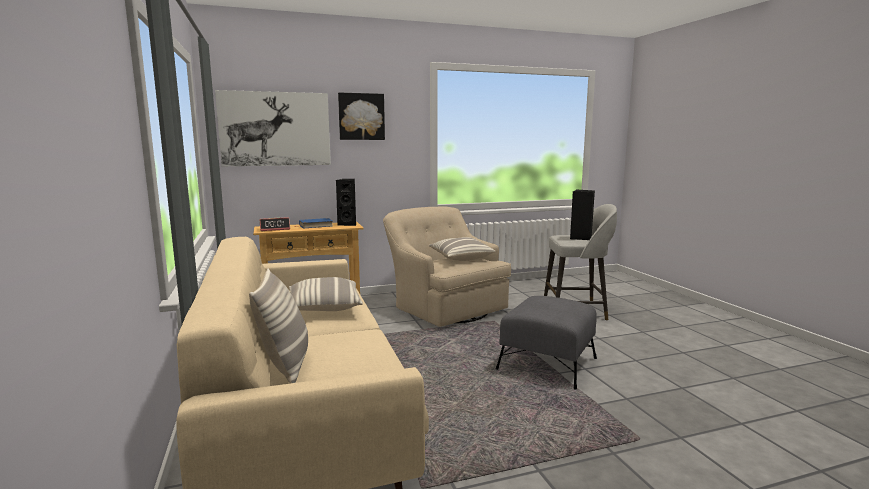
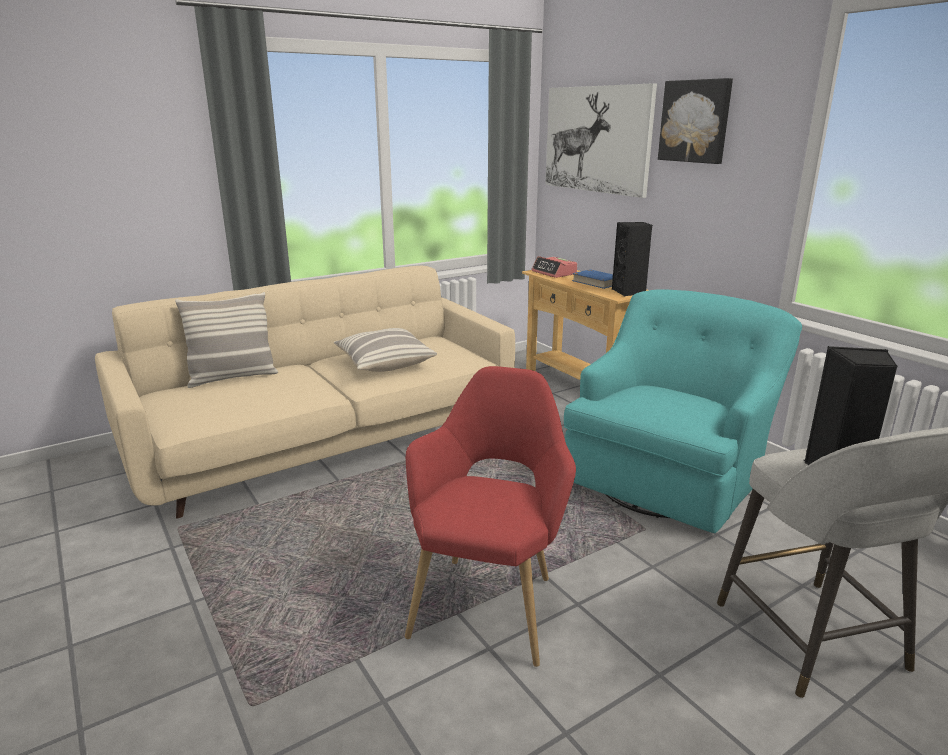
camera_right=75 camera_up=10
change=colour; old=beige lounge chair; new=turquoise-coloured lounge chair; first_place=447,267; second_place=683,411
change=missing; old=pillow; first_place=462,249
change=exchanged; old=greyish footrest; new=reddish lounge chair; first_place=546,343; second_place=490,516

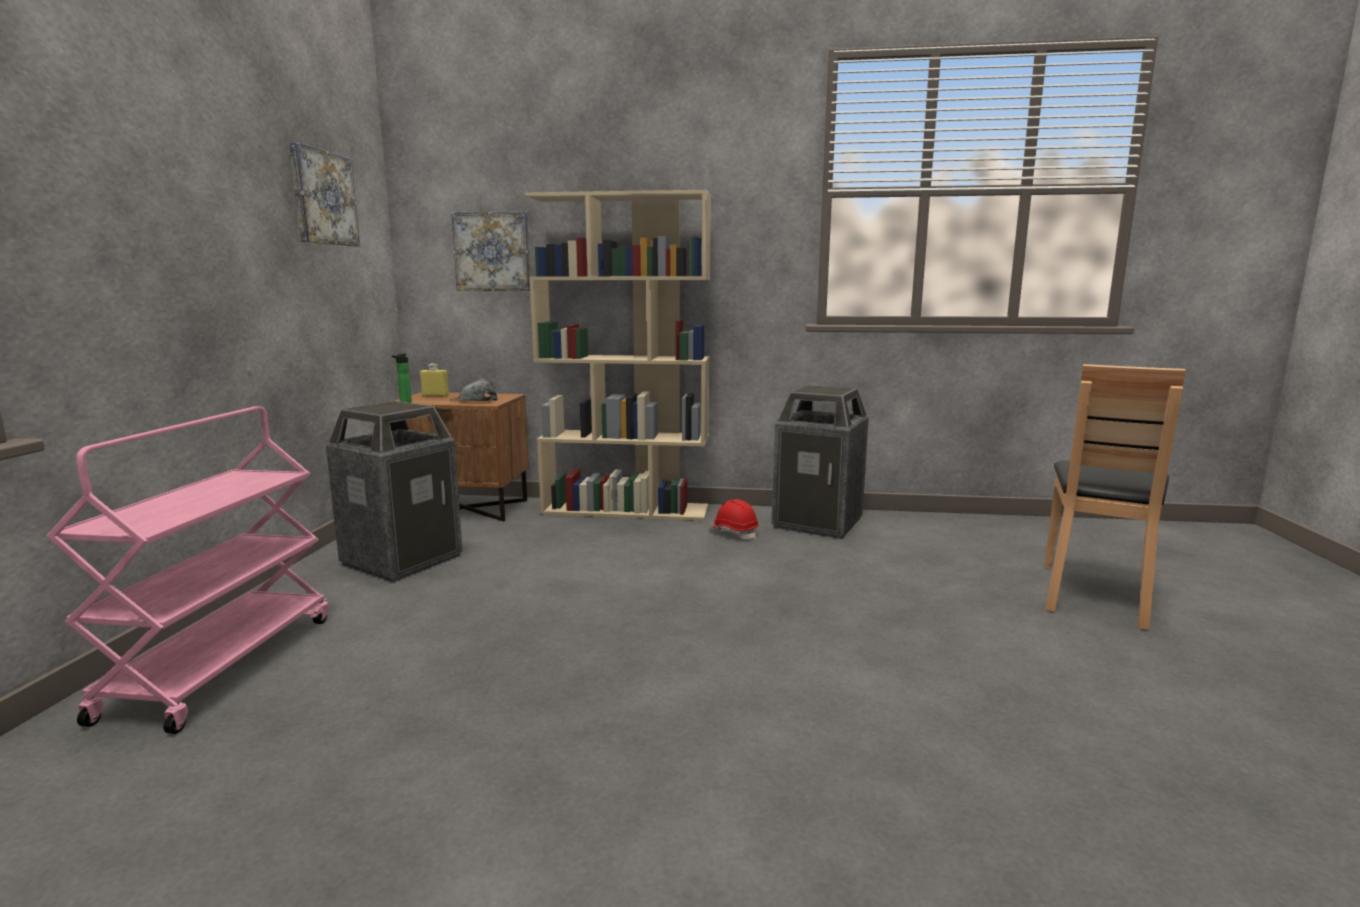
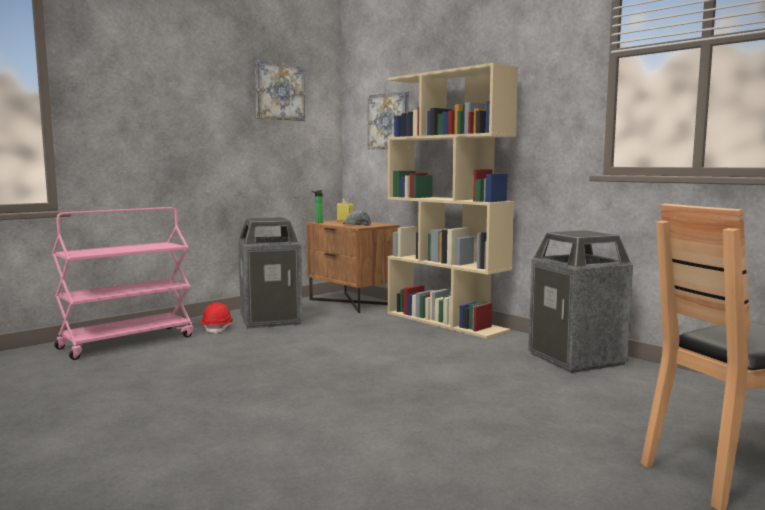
camera_right=40 camera_up=-5
change=relocated; old=reddish work helmet; first_place=734,519; second_place=217,318

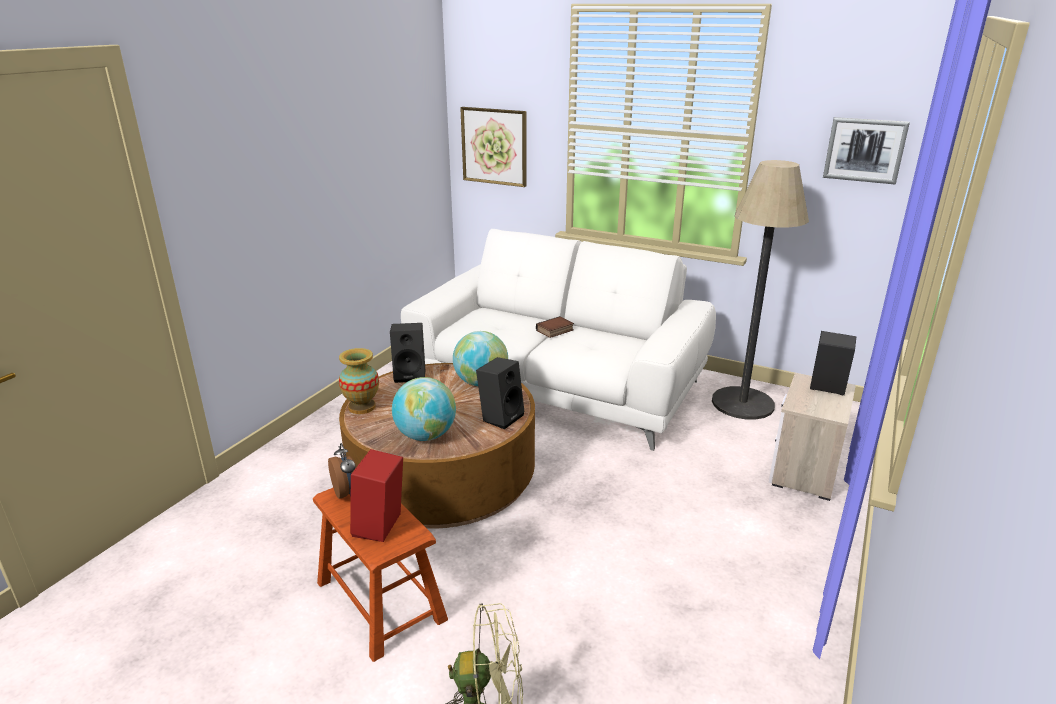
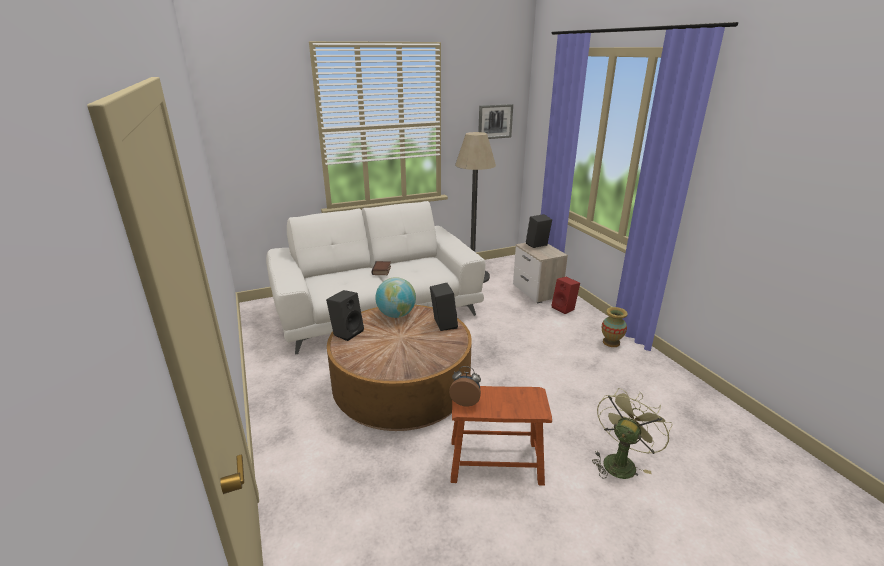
camera_right=-50 camera_up=0
change=missing; old=picture; first_place=493,147
change=relocated; old=decorative vase; first_place=359,381; second_place=615,327
change=missing; old=desk globe; first_place=424,409
change=relocated; old=reddish loudspeaker; first_place=376,495; second_place=565,295

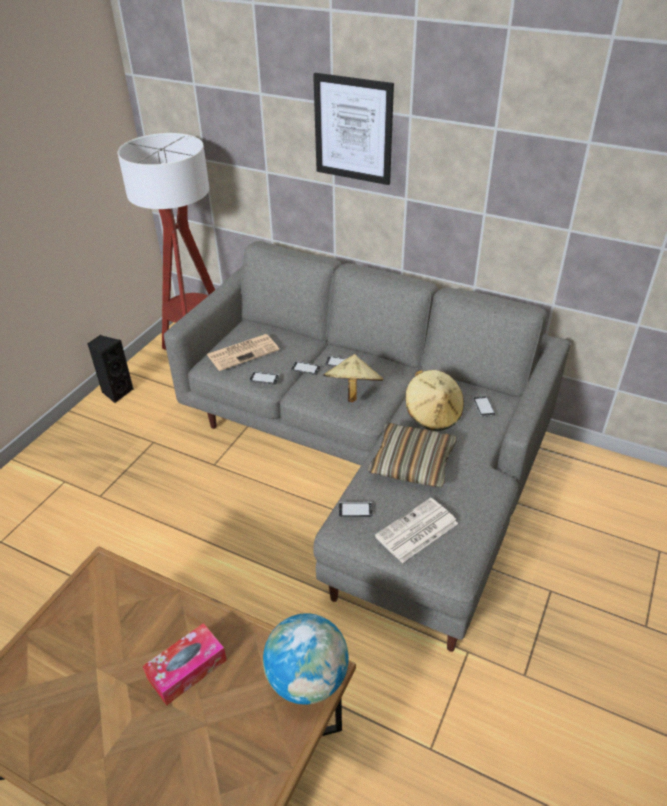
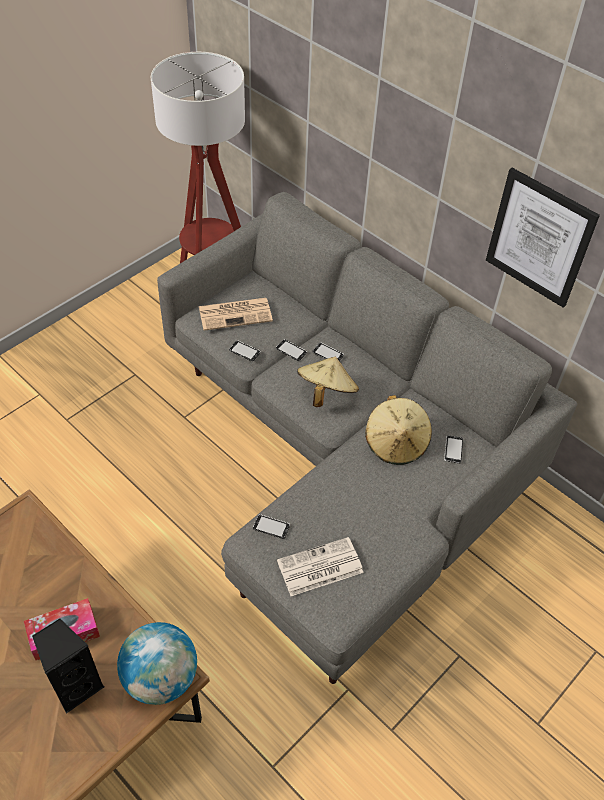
camera_right=15 camera_up=10
change=relocated; old=picture; first_place=353,129; second_place=543,238
change=relocated; old=blackish loudspeaker; first_place=110,369; second_place=68,666
change=missing; old=pillow; first_place=412,455

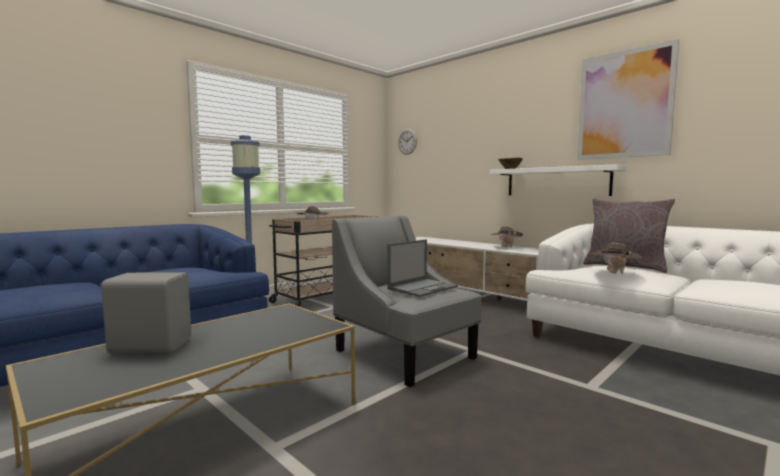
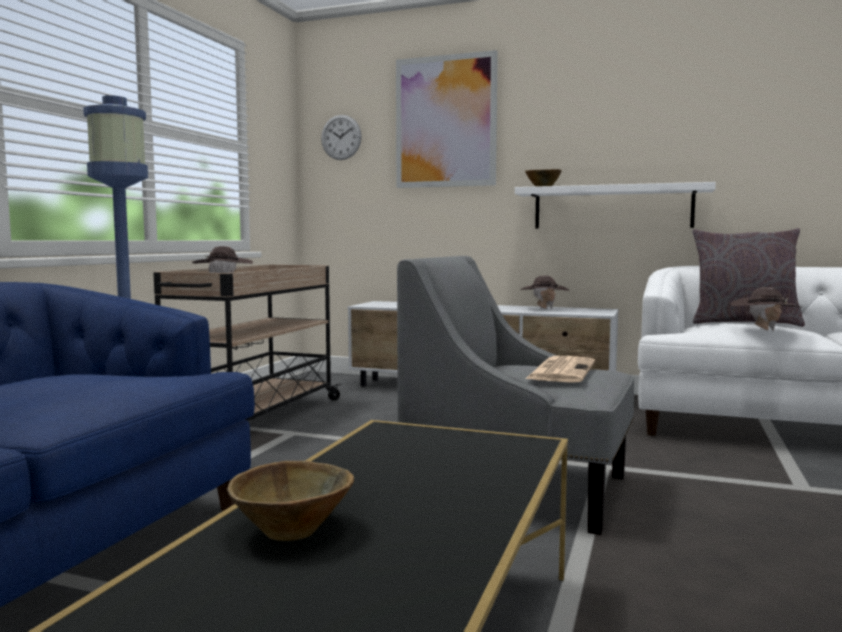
camera_right=-25 camera_up=0
change=relocated; old=picture; first_place=628,99; second_place=447,119
change=exchanged; old=portable computer; new=daily paper; first_place=422,268; second_place=560,369
change=exchanged; old=greyish loudspeaker; new=brownish deep dish; first_place=146,313; second_place=290,501

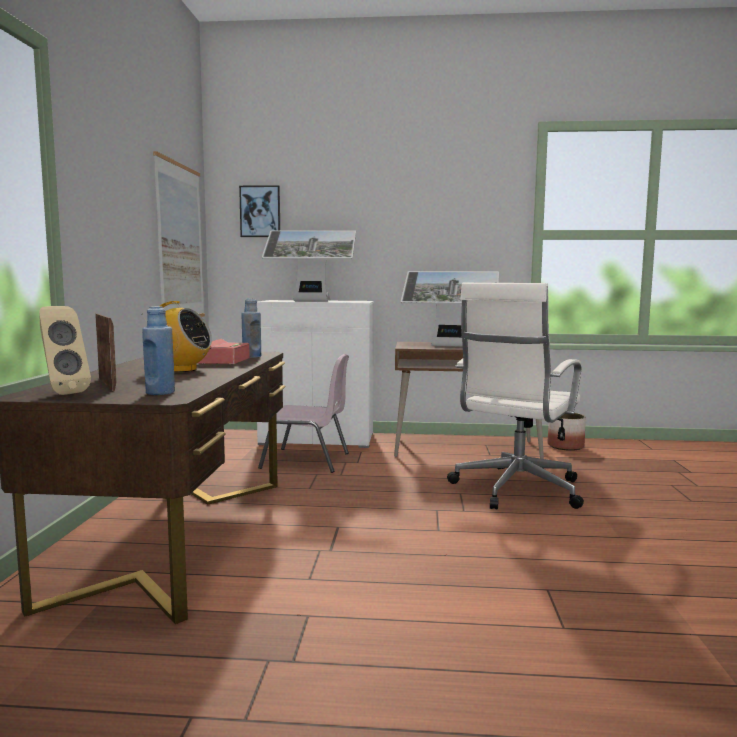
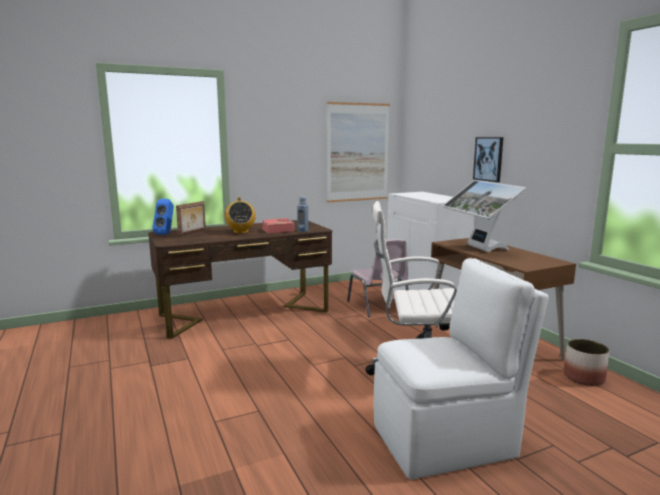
camera_right=60 camera_up=5
change=relocated; old=picture; first_place=259,211; second_place=488,159
change=missing; old=computer screen; first_place=309,265
change=colour; old=beige loudspeaker; new=bluish loudspeaker; first_place=65,350; second_place=163,217
change=missing; old=bluish beverage bottle; first_place=158,350
change=appeared; new=whitish plain chair; second_place=461,369

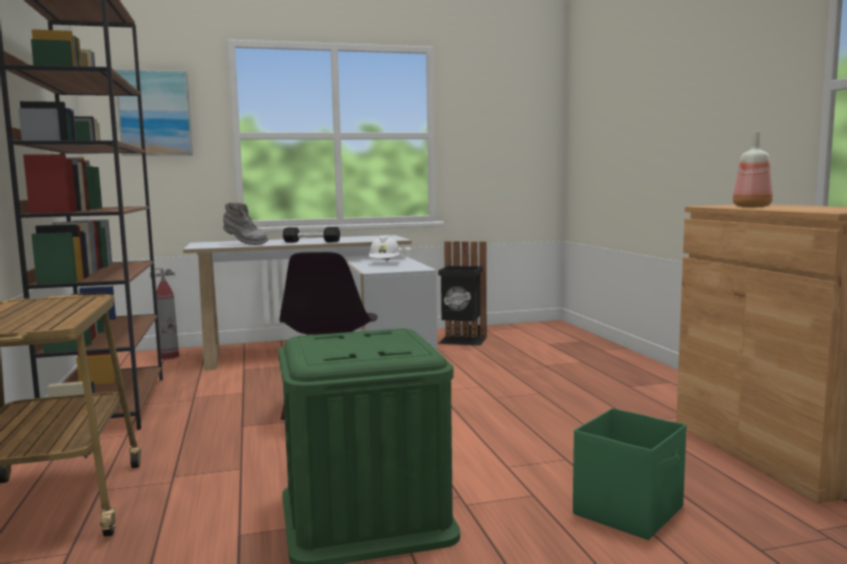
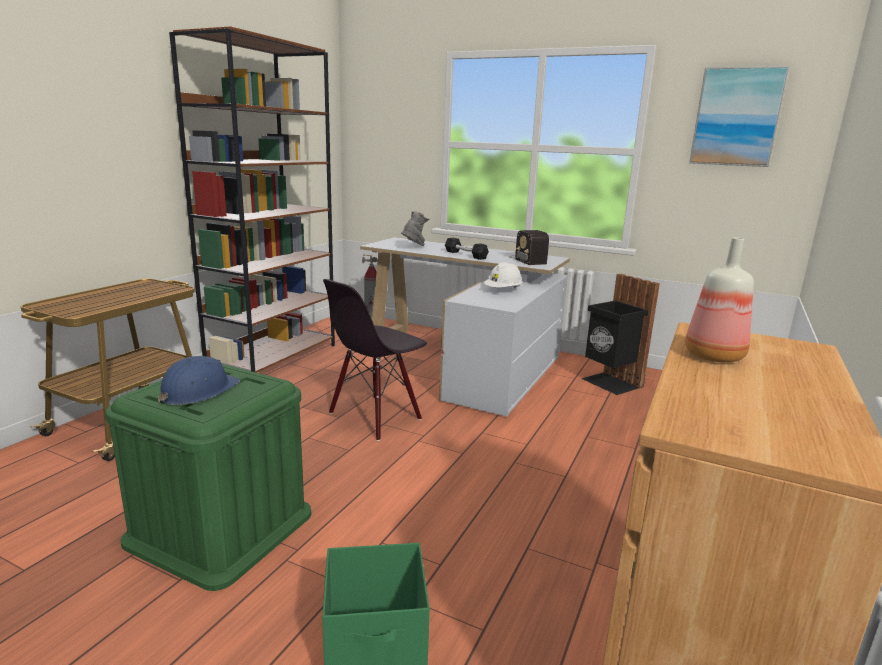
camera_right=40 camera_up=10
change=relocated; old=picture; first_place=154,112; second_place=739,116
change=spun; old=greyish tall boot; first_place=245,223; second_place=415,228; degrees=-135
change=appeared; new=radio set; second_place=528,247
change=appeared; new=bluish work helmet; second_place=199,380

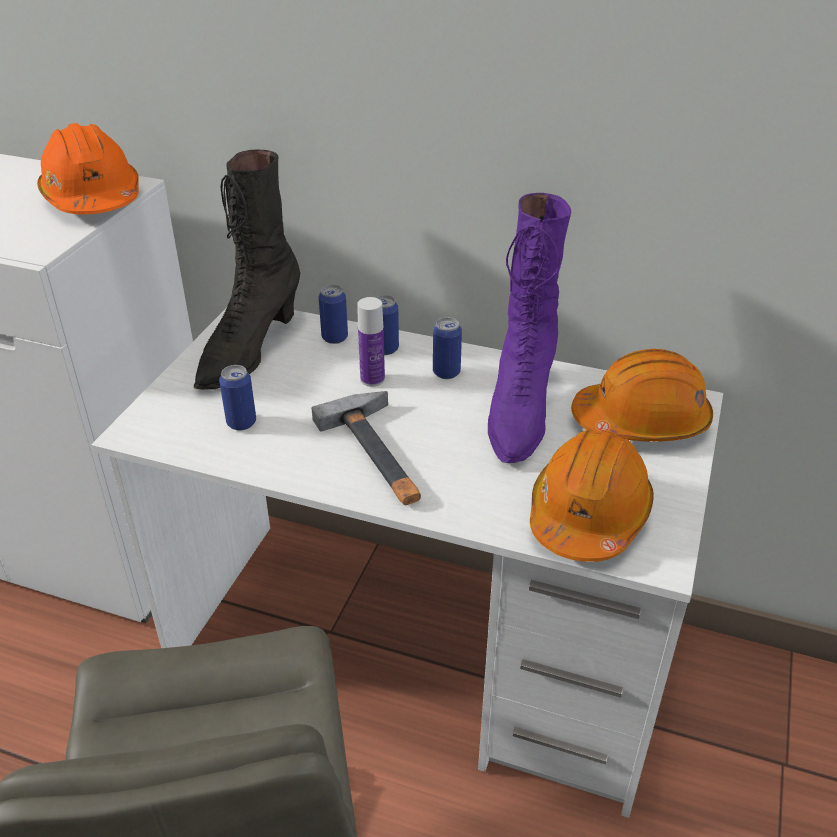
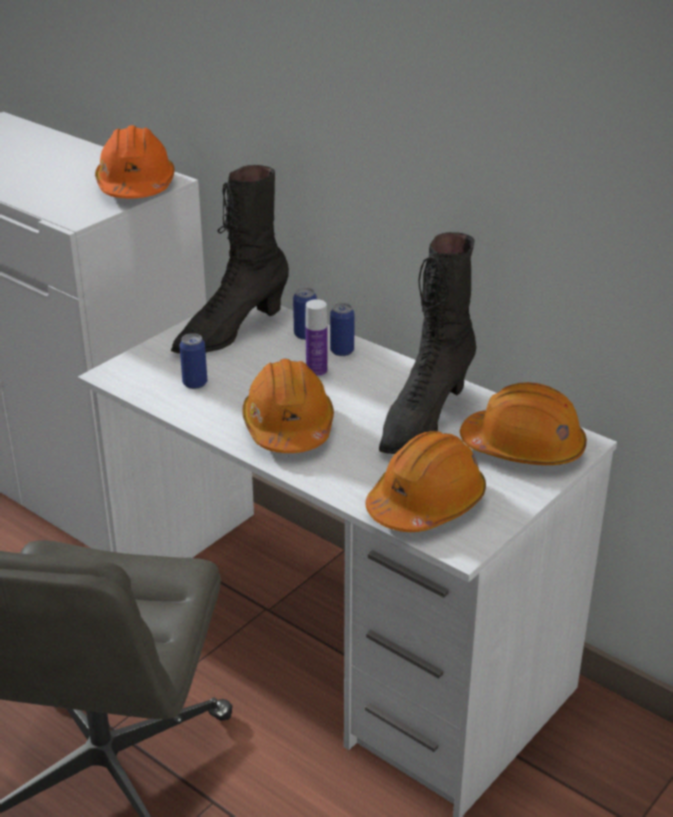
camera_right=20 camera_up=-5
change=colour; old=purple-coloured tall boot; new=blackish tall boot; first_place=529,328; second_place=427,343
change=missing; old=can; first_place=447,348
change=exchanged; old=hammer; new=orangey work helmet; first_place=366,448; second_place=288,406

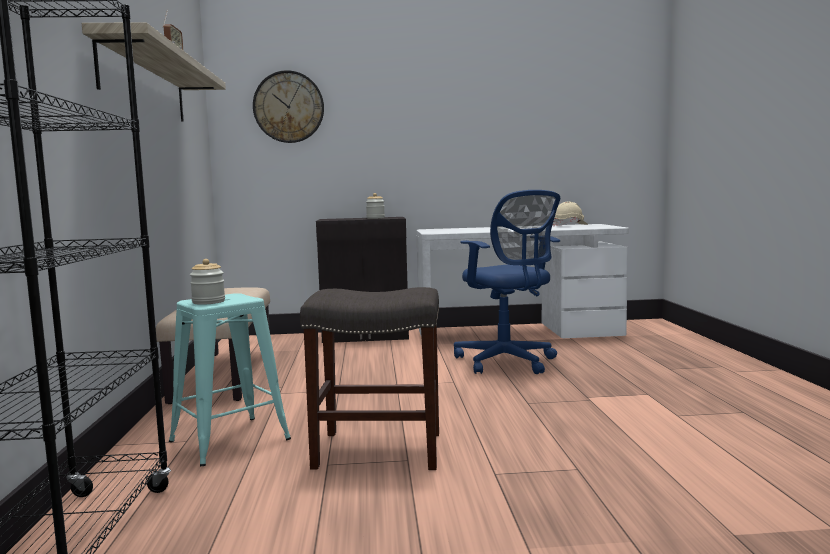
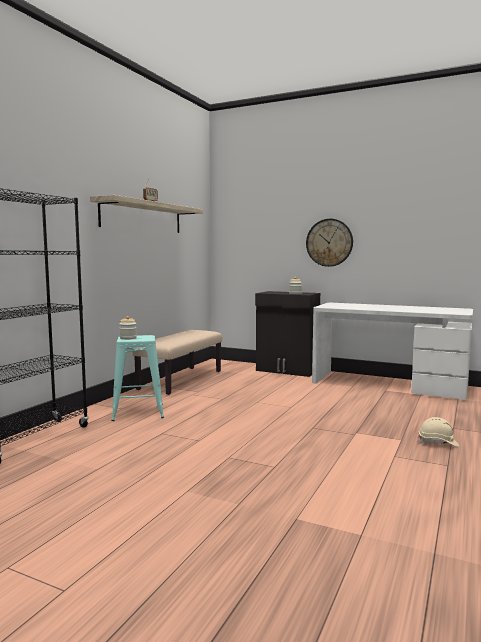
camera_right=30 camera_up=0
change=relocated; old=hanging clock; first_place=288,106; second_place=329,243
change=missing; old=bluish computer chair; first_place=507,282
change=relocated; old=beige work helmet; first_place=570,213; second_place=438,432
change=missing; old=greyish sitting stool; first_place=369,378

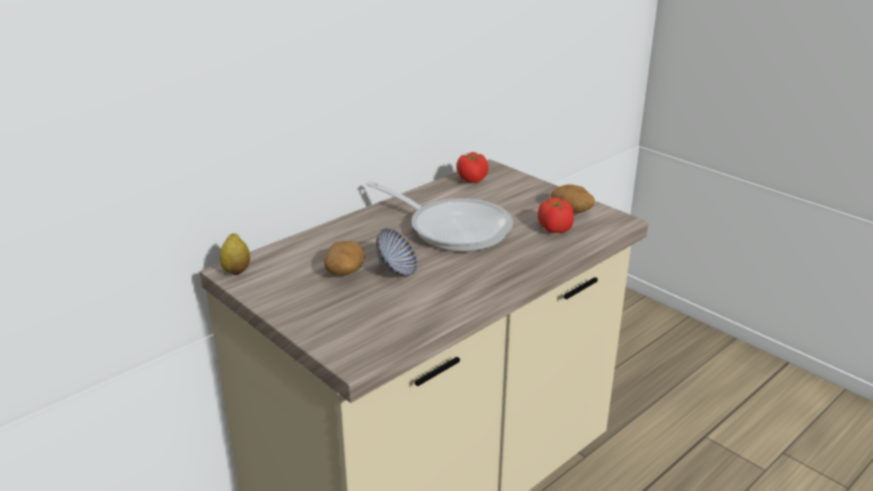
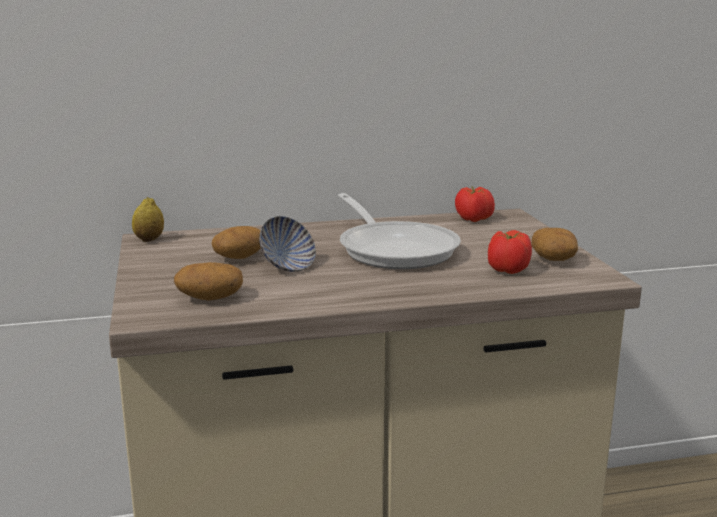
camera_right=30 camera_up=-10
change=appeared; new=spud; second_place=208,281

